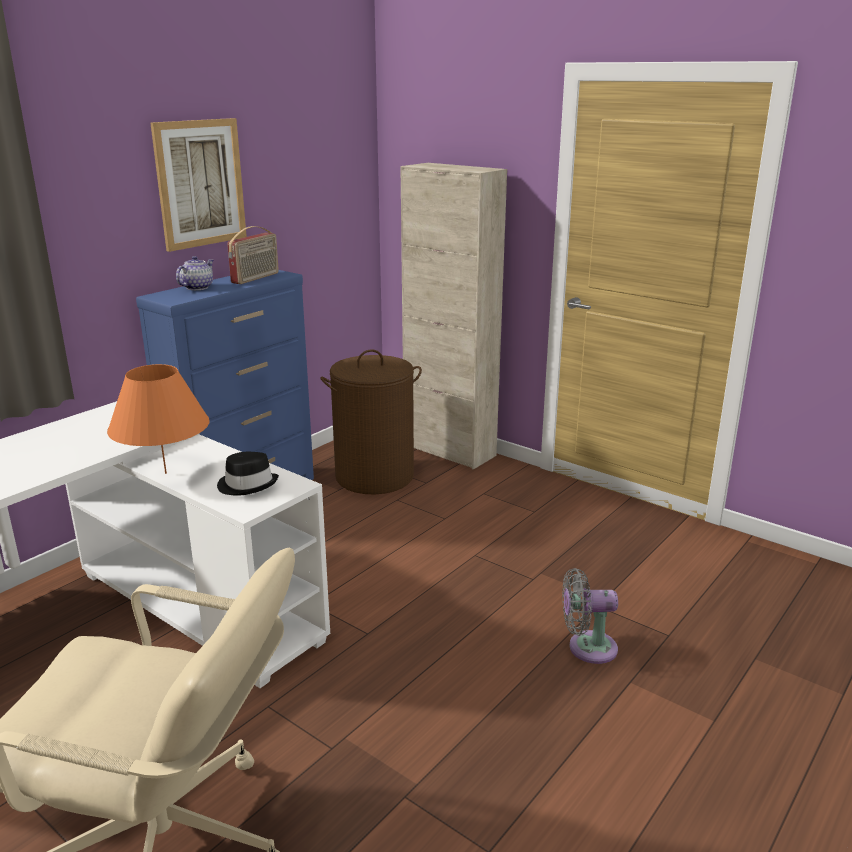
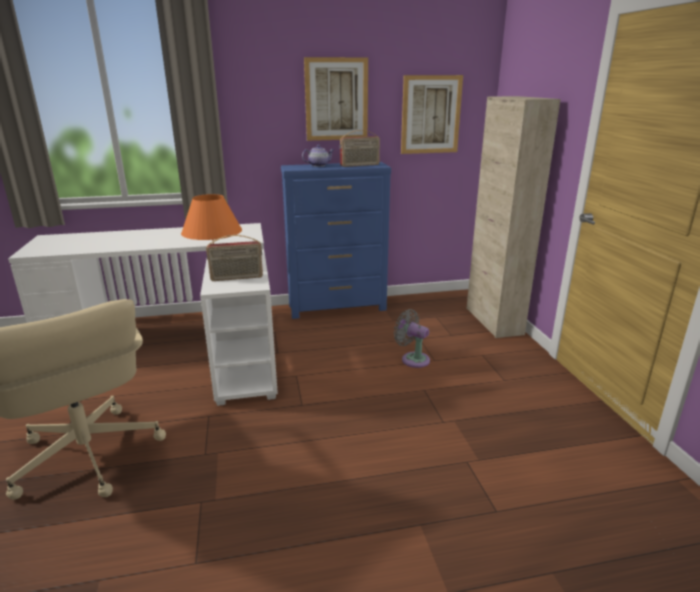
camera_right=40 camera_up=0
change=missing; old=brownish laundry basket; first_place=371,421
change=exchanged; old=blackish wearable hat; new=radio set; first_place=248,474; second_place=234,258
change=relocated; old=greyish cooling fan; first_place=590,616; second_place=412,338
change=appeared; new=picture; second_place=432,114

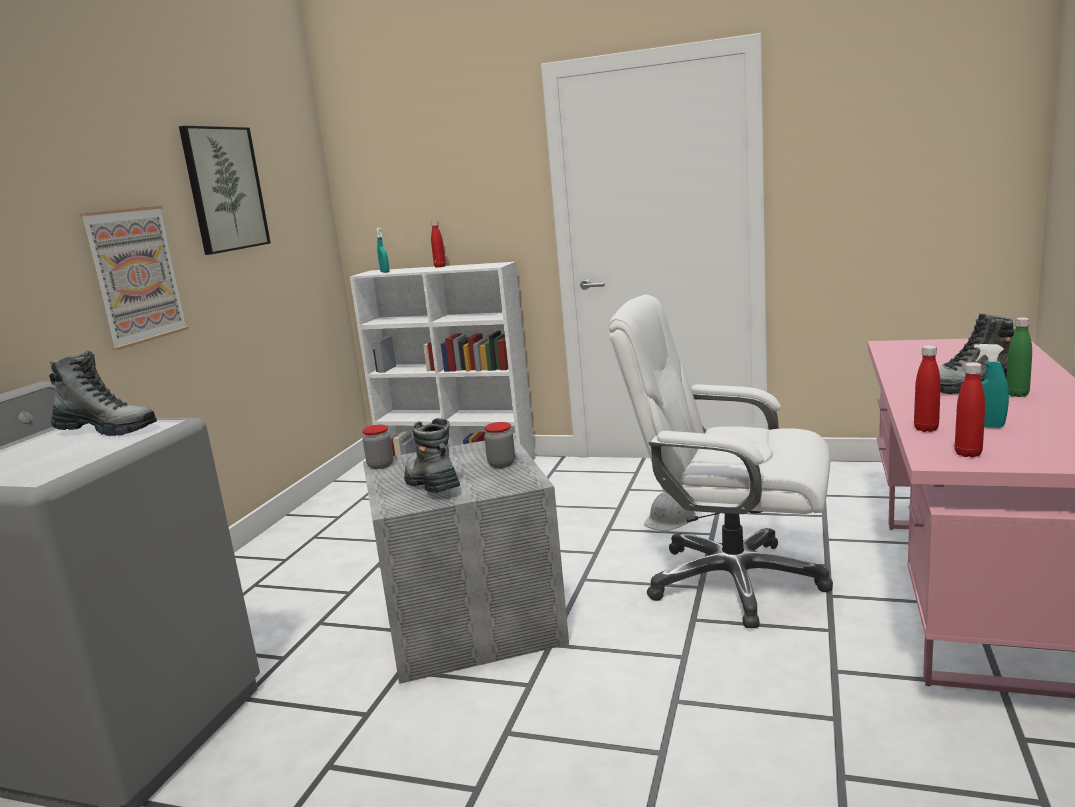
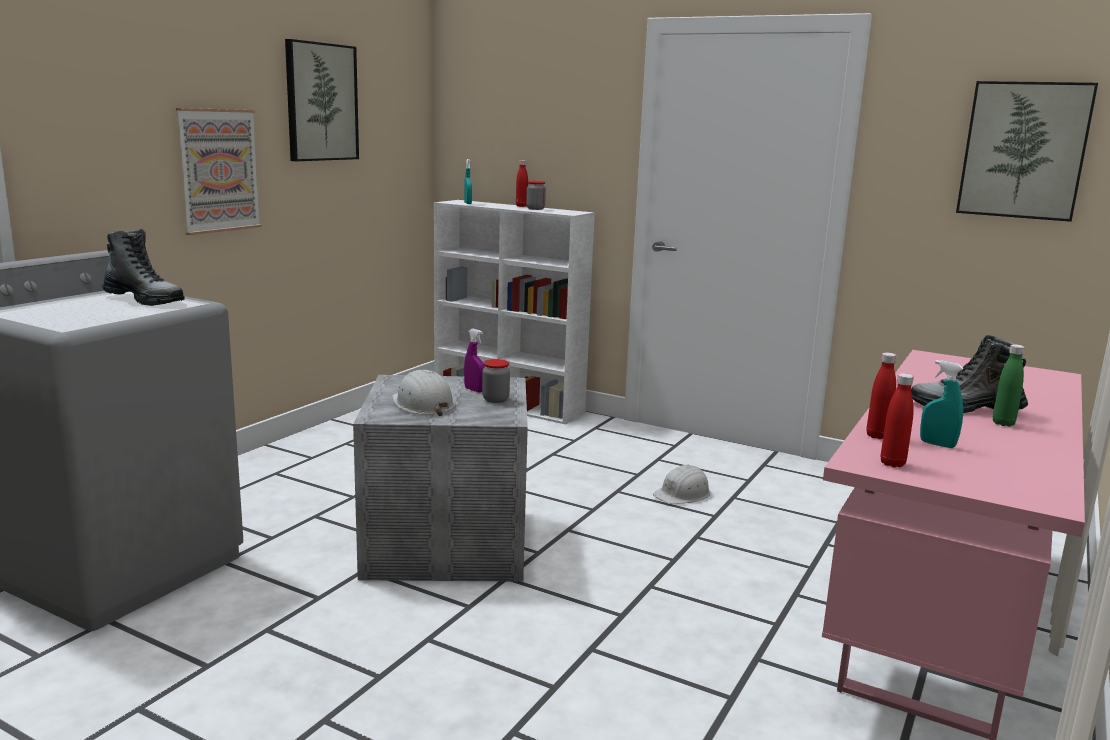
camera_right=10 camera_up=0
change=missing; old=whitish computer chair; first_place=721,461
change=exchanged; old=tall boot; new=whitish work helmet; first_place=432,455; second_place=423,393
change=relocated; old=jar; first_place=378,447; second_place=536,195
change=appeared; new=picture; second_place=1027,151
change=appeared; new=purple-coloured spray bottle; second_place=474,360

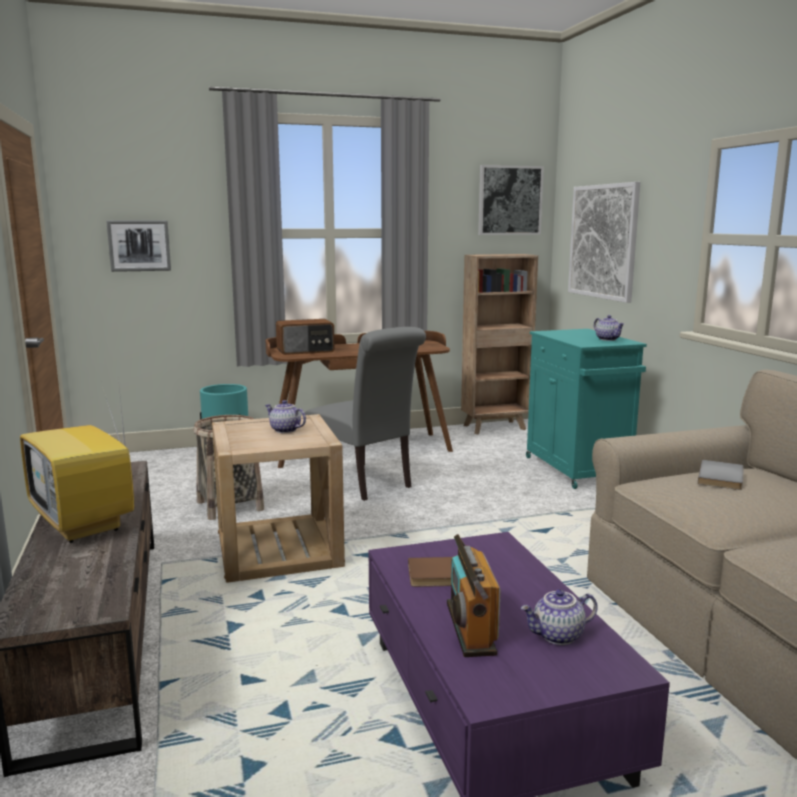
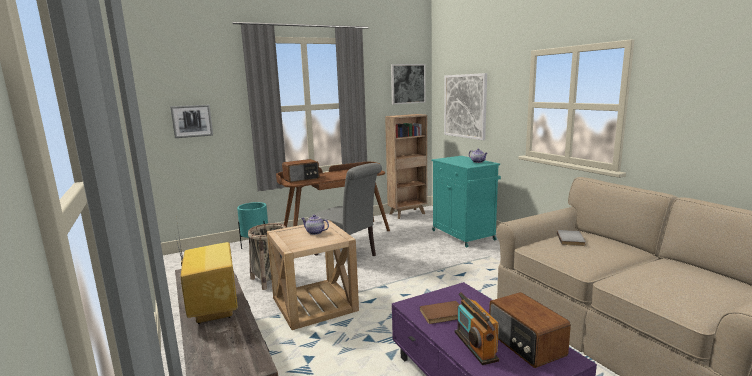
camera_right=-10 camera_up=0
change=spun; old=TV set; first_place=77,460; second_place=207,271; degrees=-150
change=exchanged; old=pot for tea; new=radio set; first_place=559,617; second_place=530,330

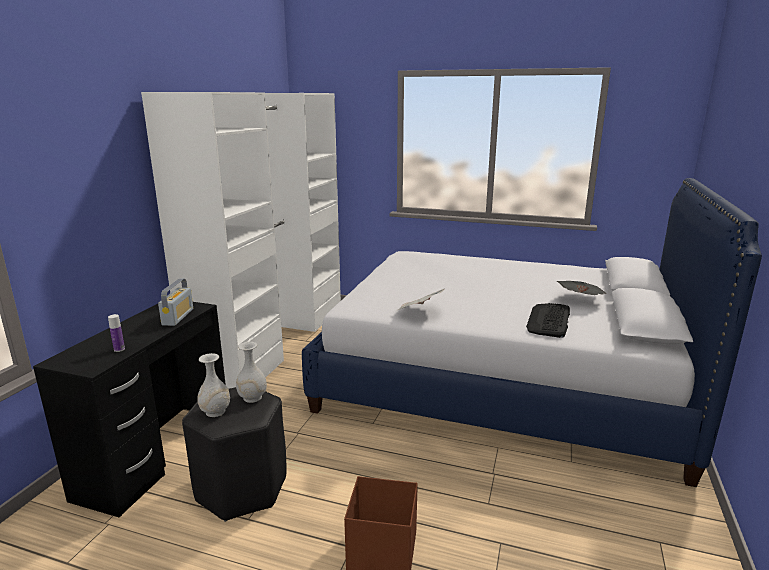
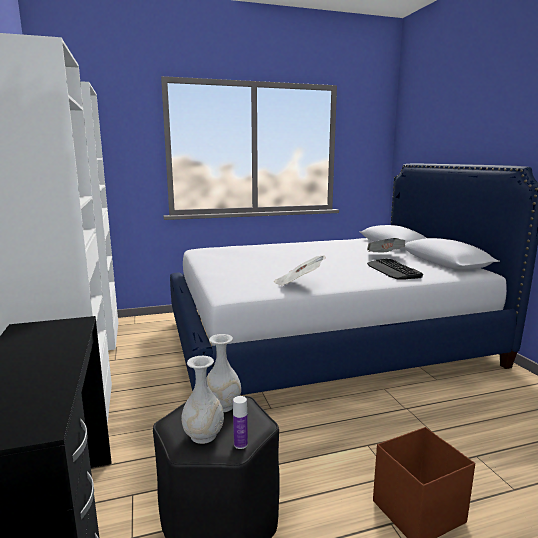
camera_right=-35 camera_up=-5
change=missing; old=radio set; first_place=175,302
change=relocated; old=beverage bottle; first_place=116,333; second_place=240,422

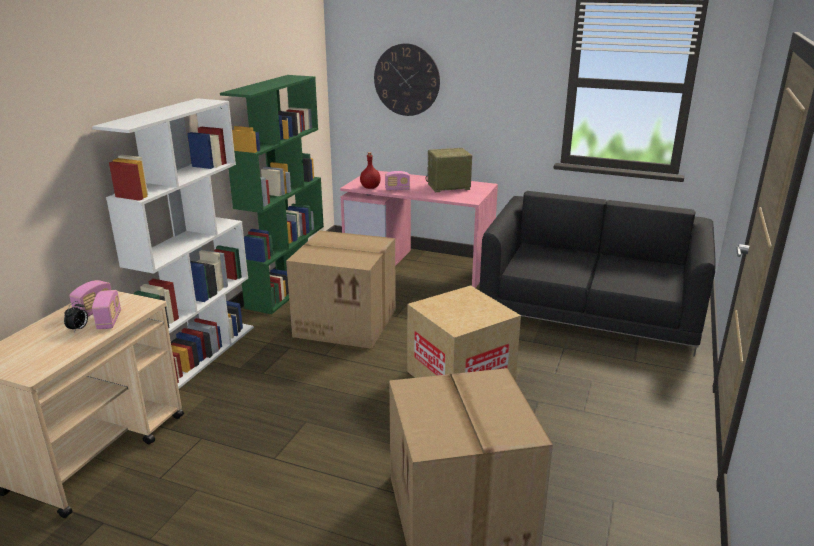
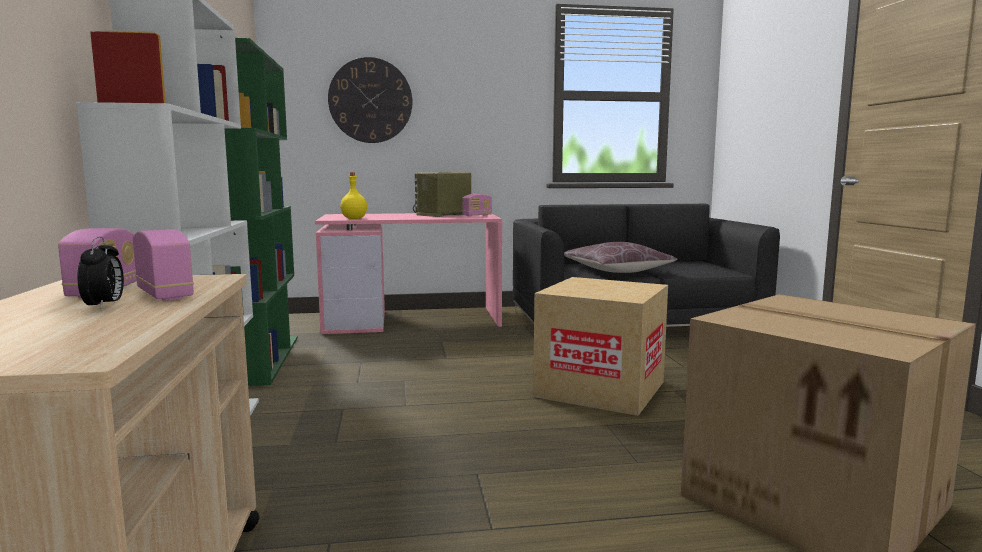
camera_right=-30 camera_up=-15
change=colour; old=reddish beverage bottle; new=yellow beverage bottle; first_place=370,170; second_place=353,195
change=relocated; old=radio set; first_place=397,181; second_place=477,205
change=missing; old=cardboard box; first_place=341,289
change=appeared; new=brownish pillow; second_place=620,257

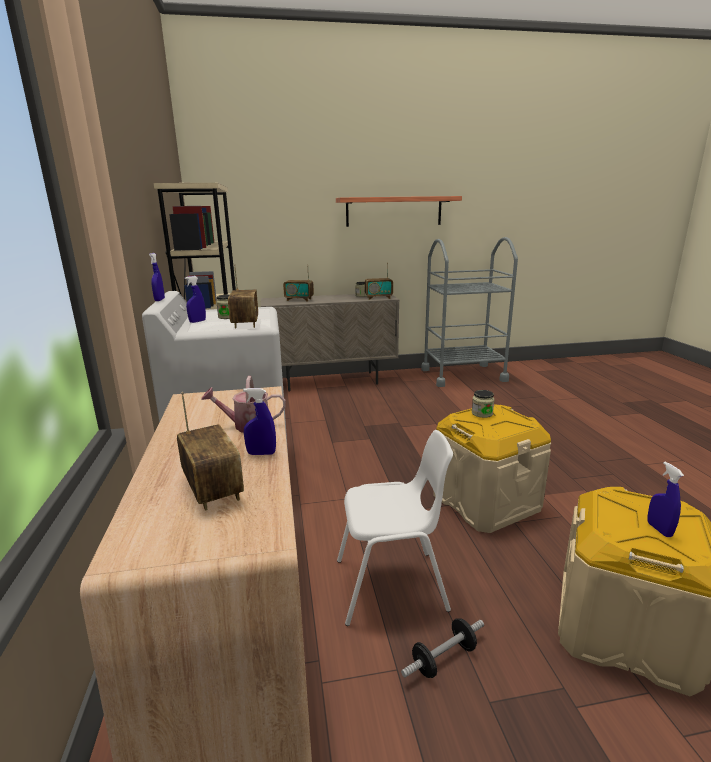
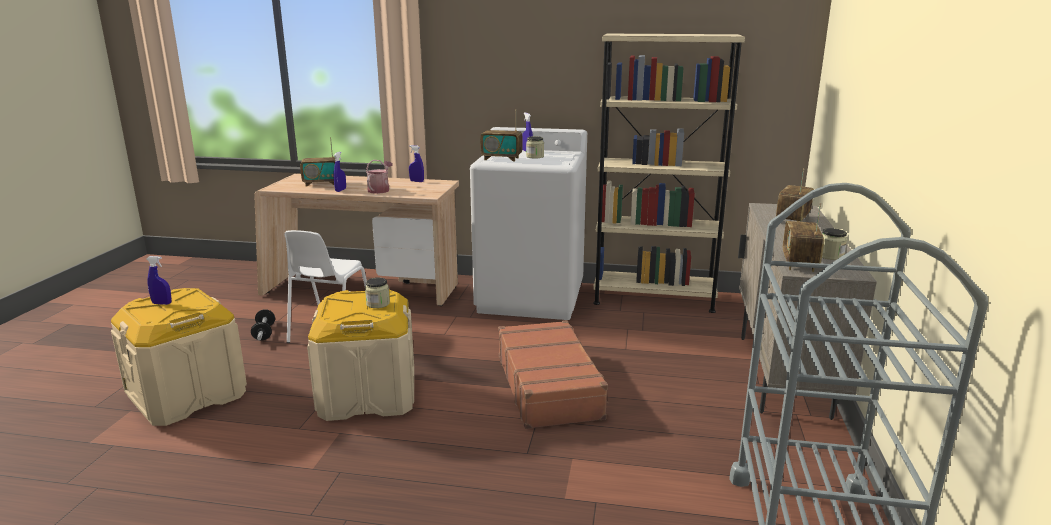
camera_right=110 camera_up=0
change=missing; old=wall shelf; first_place=399,211
change=relocated; old=bluish spray bottle; first_place=157,277; second_place=416,163
change=appeared; new=brownish travel case; second_place=553,374

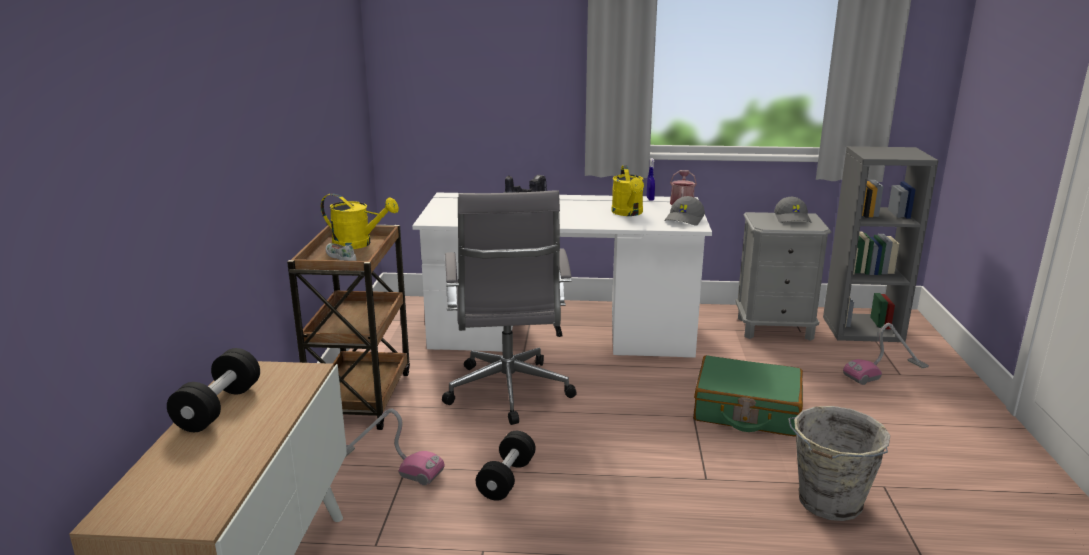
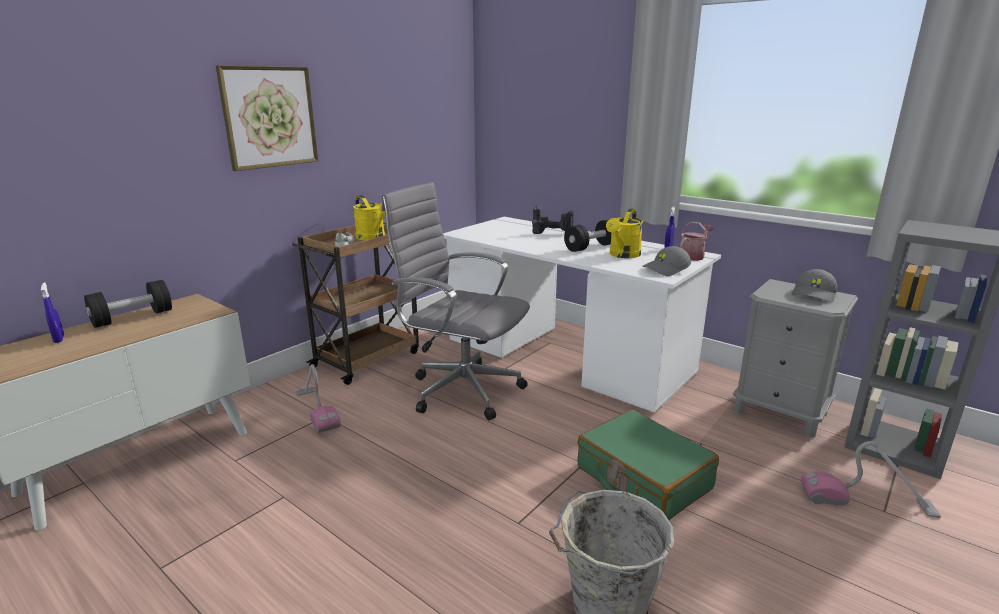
camera_right=35 camera_up=0
change=spun; old=greyish computer chair; first_place=509,308; second_place=455,301; degrees=90
change=relocated; old=blackish dumbbell; first_place=506,466; second_place=587,235
change=appeared; new=picture; second_place=267,118
change=appeared; new=bluish spray bottle; second_place=52,312

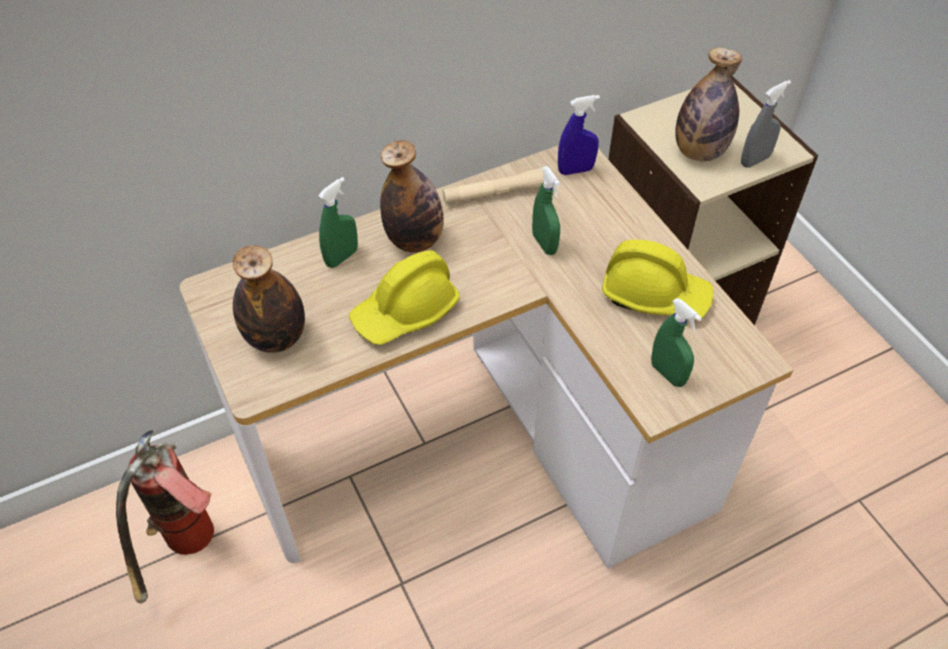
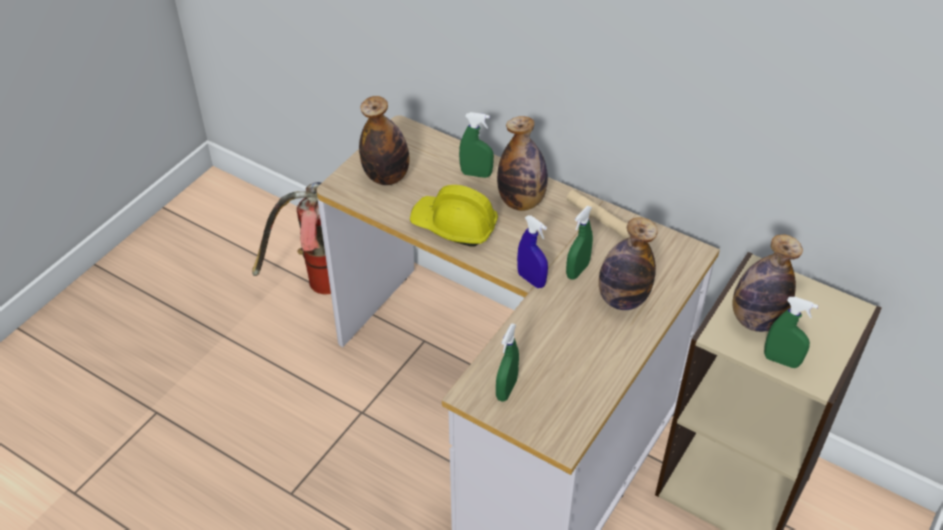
camera_right=60 camera_up=-5
change=colour; old=greyish spray bottle; new=green spray bottle; first_place=766,124; second_place=791,332
change=relocated; old=bluish spray bottle; first_place=579,135; second_place=532,251
change=missing; old=yellow work helmet; first_place=657,280
change=appeared; new=beverage bottle; second_place=628,263

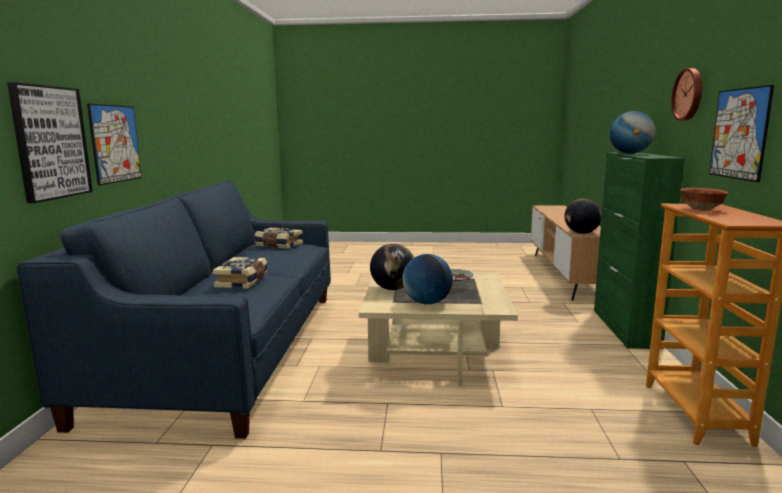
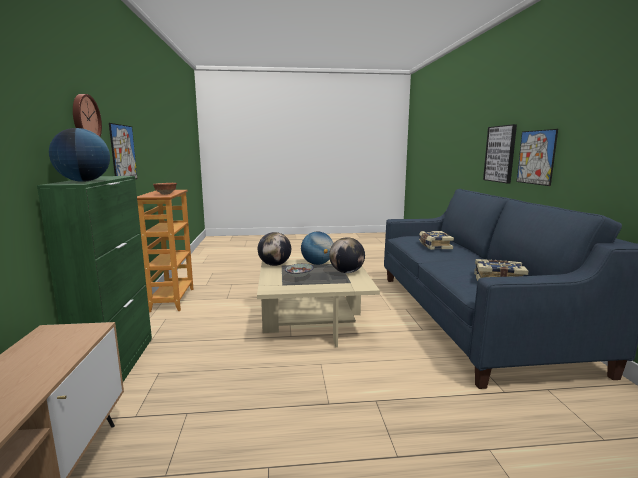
camera_right=170 camera_up=0
change=relocated; old=desk globe; first_place=583,216; second_place=274,249

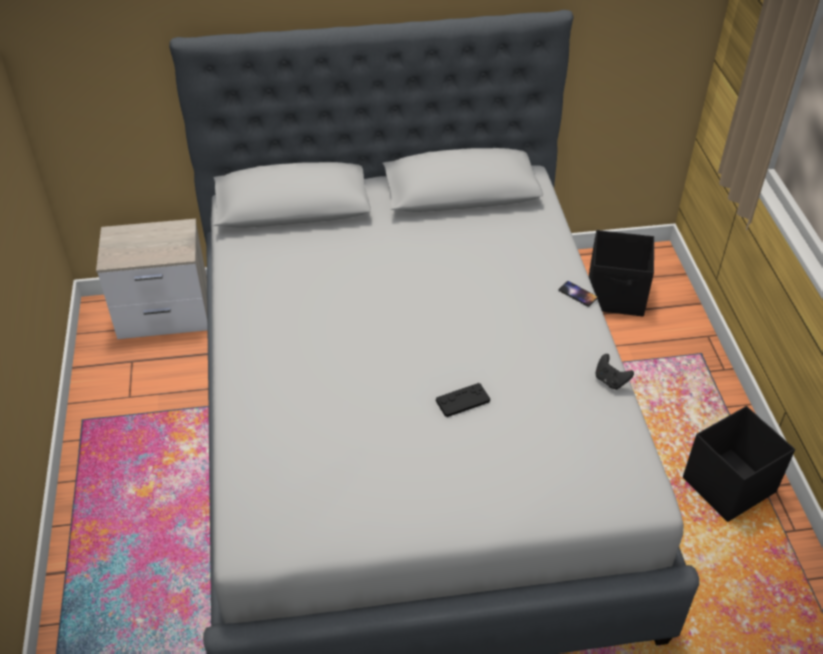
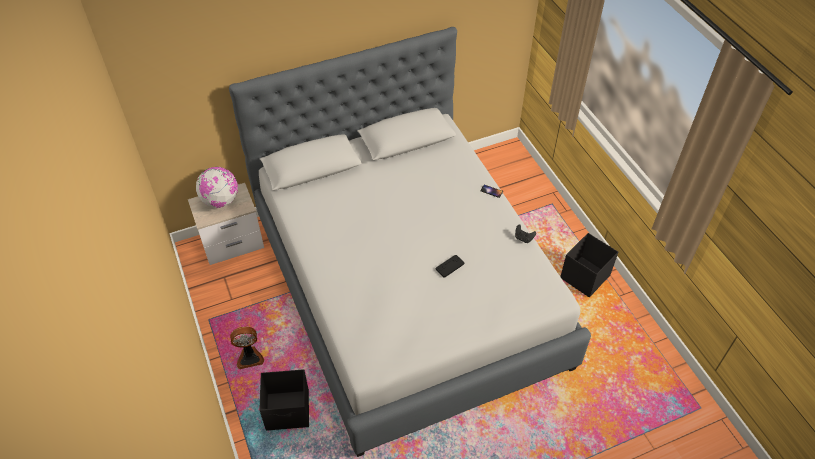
camera_right=-15 camera_up=5
change=relocated; old=blackish storage container; first_place=621,273; second_place=284,400
change=appeared; new=desk globe; second_place=217,187
change=appeared; new=cooling fan; second_place=247,348

